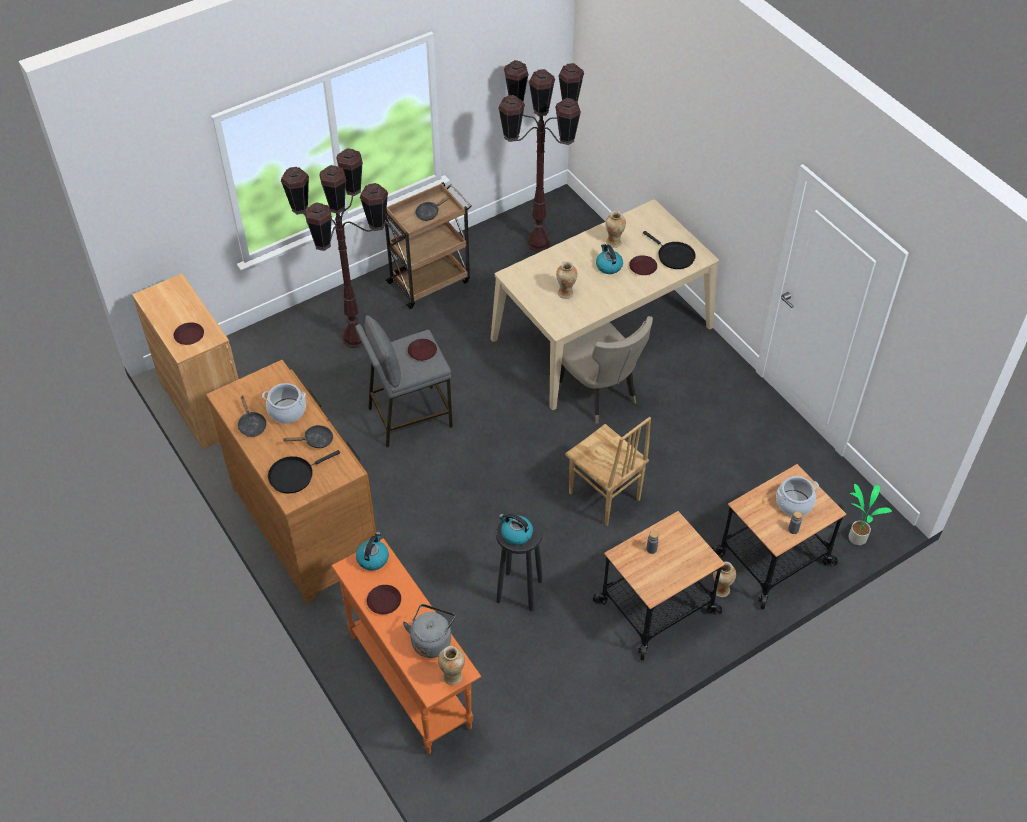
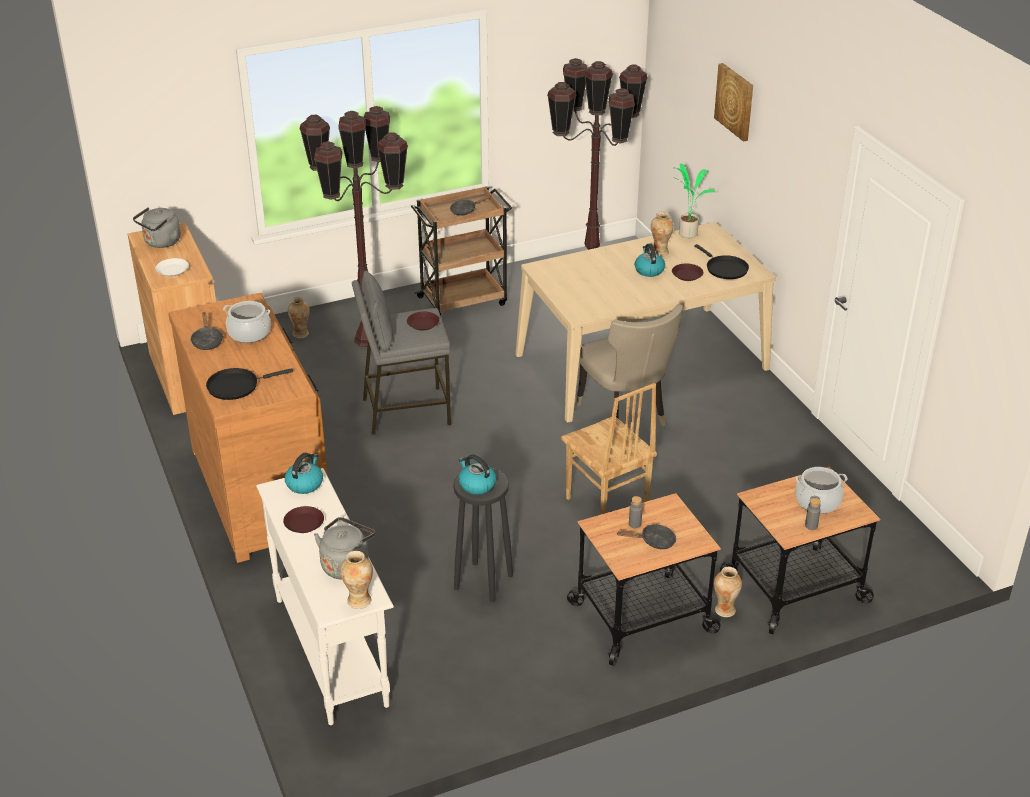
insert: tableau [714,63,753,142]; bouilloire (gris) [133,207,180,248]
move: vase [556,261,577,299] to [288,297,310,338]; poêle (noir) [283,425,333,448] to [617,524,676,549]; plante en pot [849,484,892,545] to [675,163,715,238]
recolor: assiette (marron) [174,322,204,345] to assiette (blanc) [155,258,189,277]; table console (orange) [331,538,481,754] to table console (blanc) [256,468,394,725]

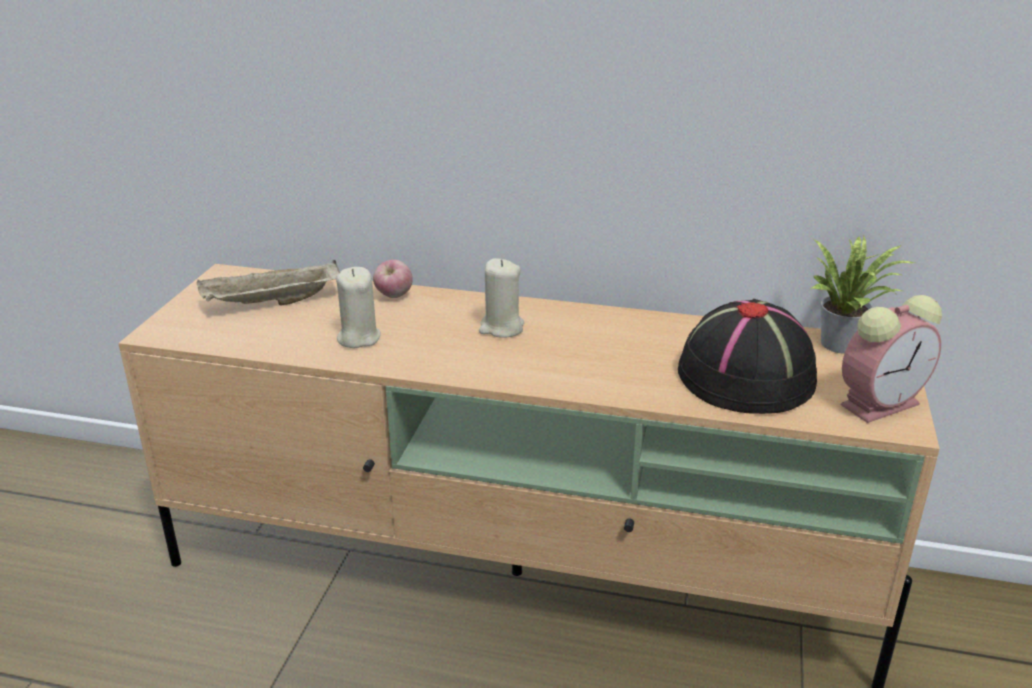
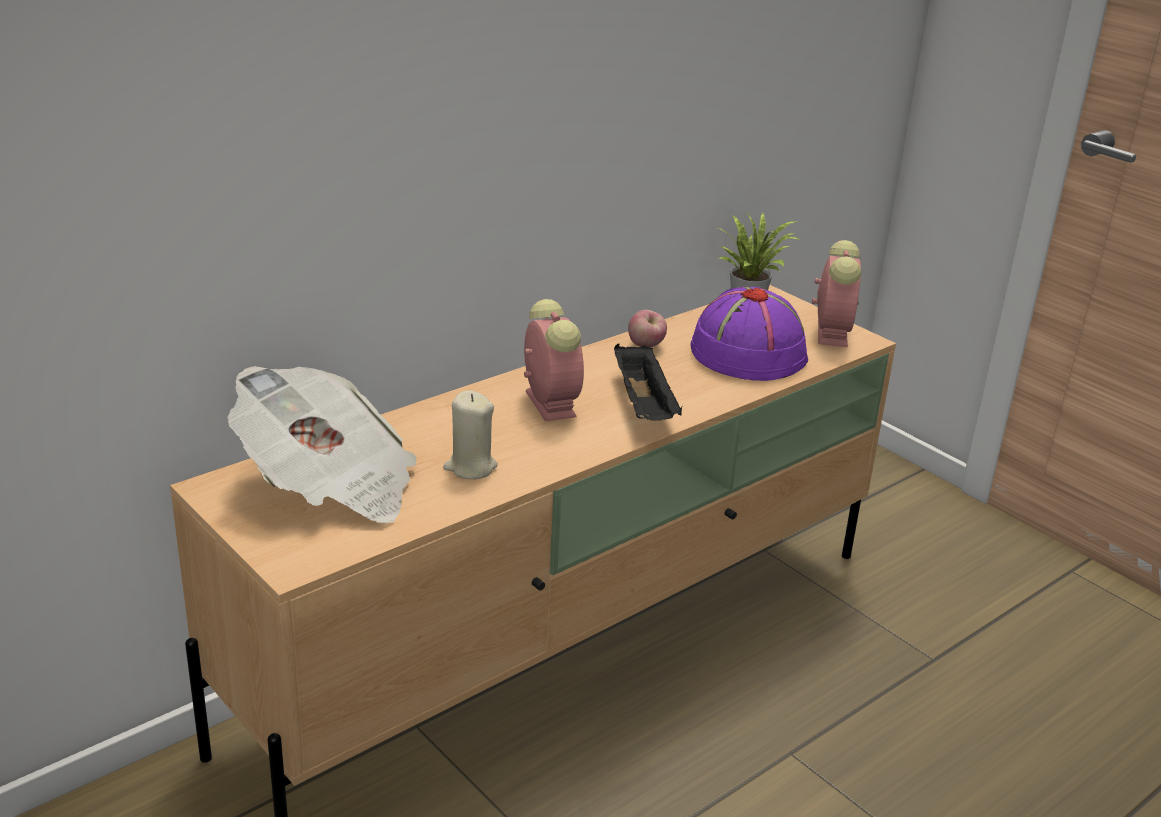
insert: plateau (noir) [614,343,682,421]
move: pomme [373,260,413,298] to [628,310,667,347]
replace: bougie (beige) [479,258,524,338] to réveil [524,299,584,422]; plateau (beige) [197,260,340,305] to journal [227,366,417,524]
recolor: chapeau (noir) [678,299,817,414] to chapeau (violet) [691,287,808,381]

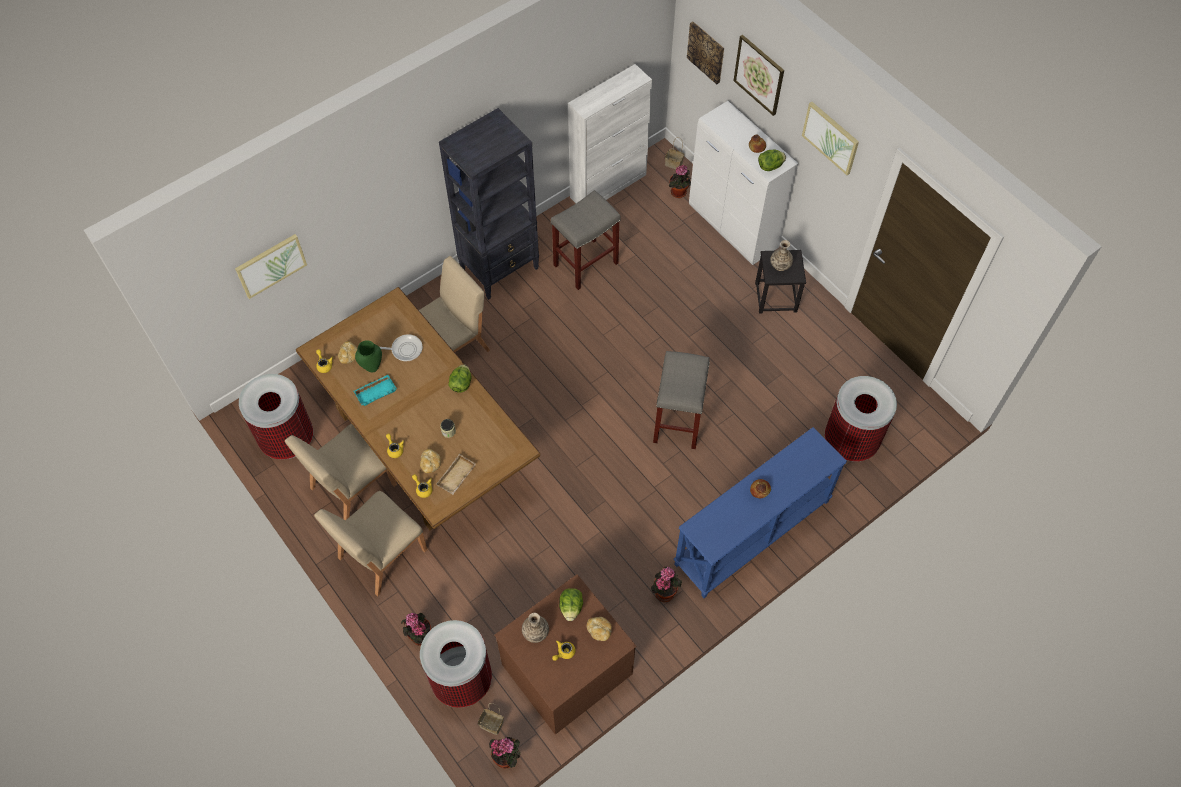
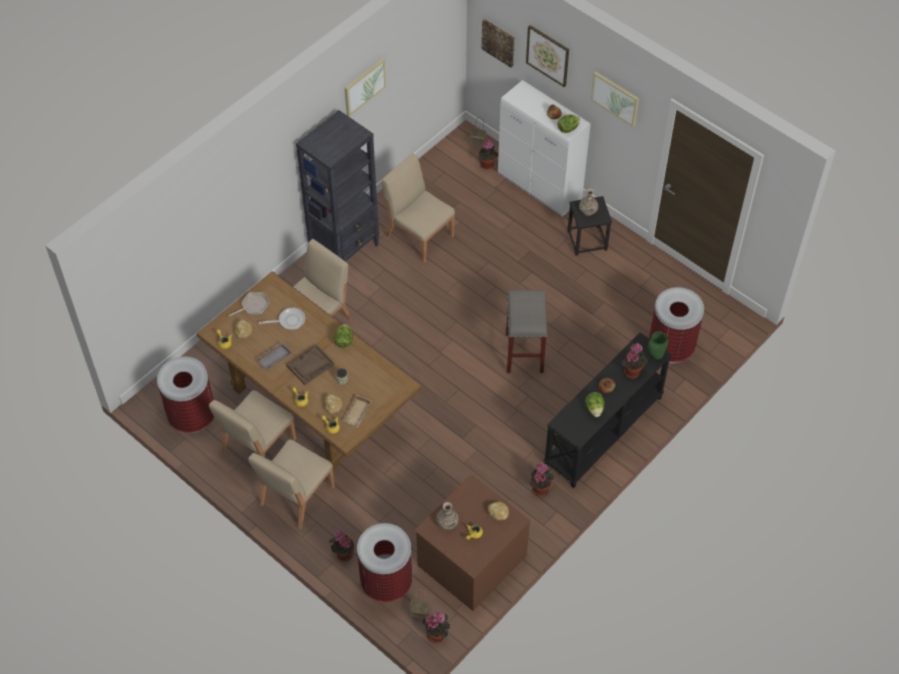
delete: meuble de rangement (blanc) [568,64,652,203]
insert: poêle [228,292,270,317]; plante en pot [621,343,648,379]; plateau (marron) [286,344,335,385]
move: tableau [235,234,307,299] to [345,58,386,116]; vase (vert) [355,340,382,372] to [648,331,668,359]; laitue [559,588,583,621] to [585,392,604,417]
replace: tabouret (gris) [551,190,621,290] to chaise (beige) [381,153,455,263]
recolor: plateau (turquoise) [354,375,397,406] to plateau (gris) [256,342,291,370]; table console (bleu) [674,427,847,598] to table console (noir) [543,333,672,488]

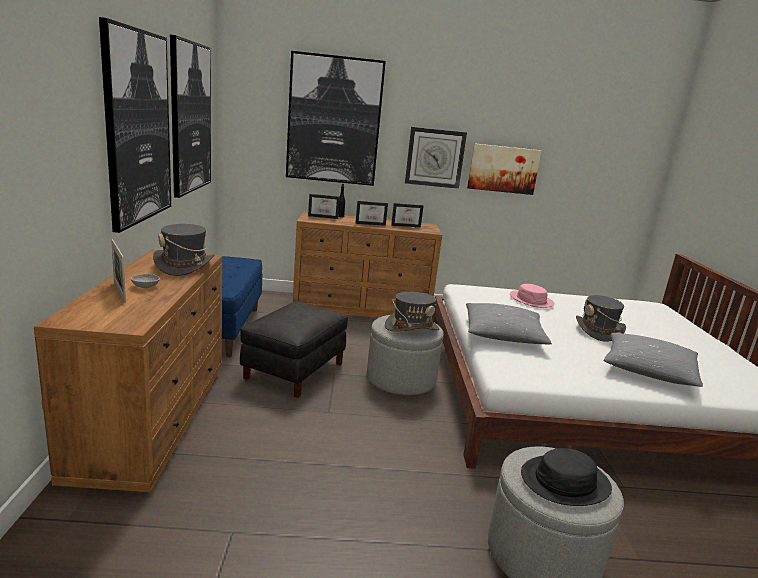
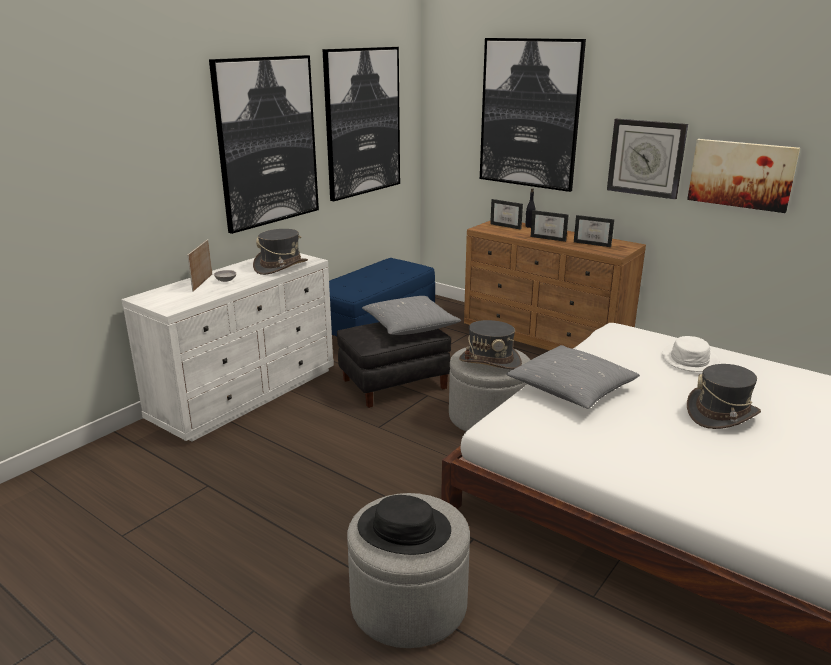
move: coussin (gris) [603,333,703,387] to [362,296,461,335]
recolor: commode (marron) [34,249,222,492] to commode (blanc) [121,253,334,442]; chapeau (rose) [510,284,554,308] to chapeau (blanc) [662,336,719,372]

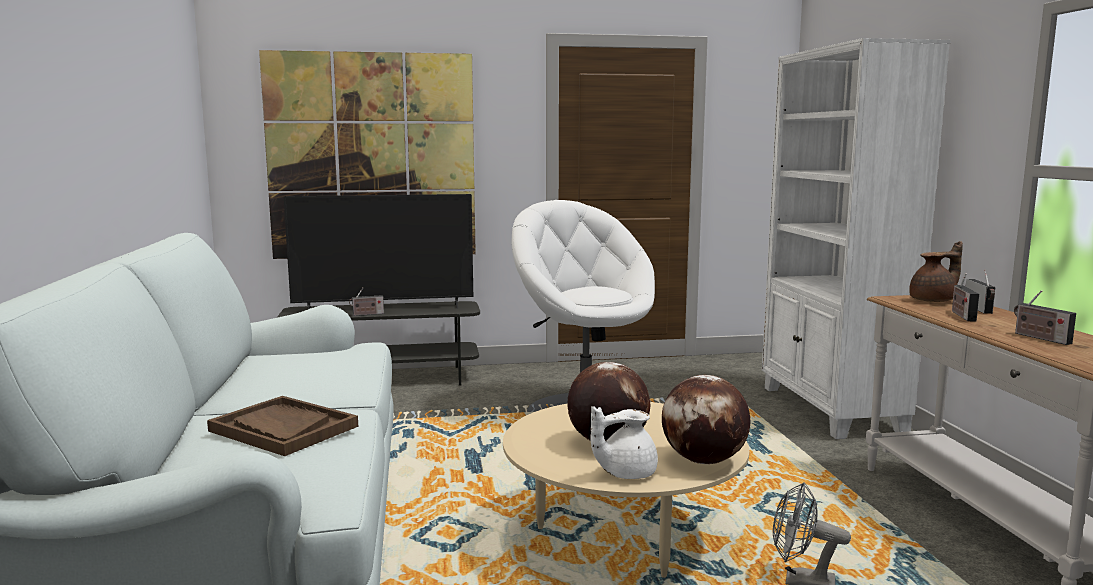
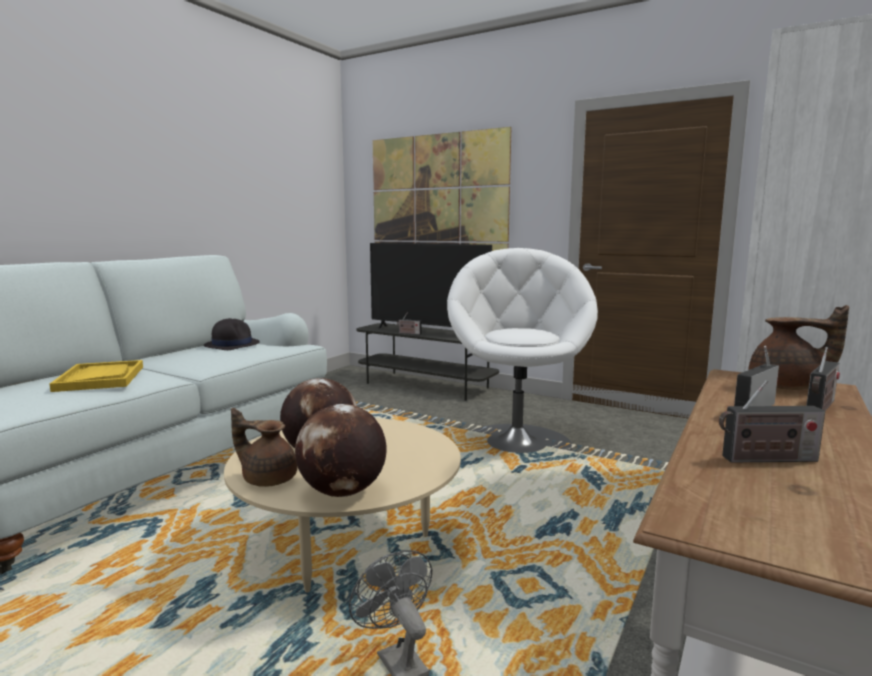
insert: chapeau (noir) [204,318,260,350]
recolor: plateau (marron) [207,396,358,456] to plateau (jaune) [50,360,143,392]; théière (blanc) [591,406,658,479] to théière (marron) [231,408,297,487]
rotate: radio [1014,290,1076,345] = [719,380,825,462] 105 degrees counterclockwise

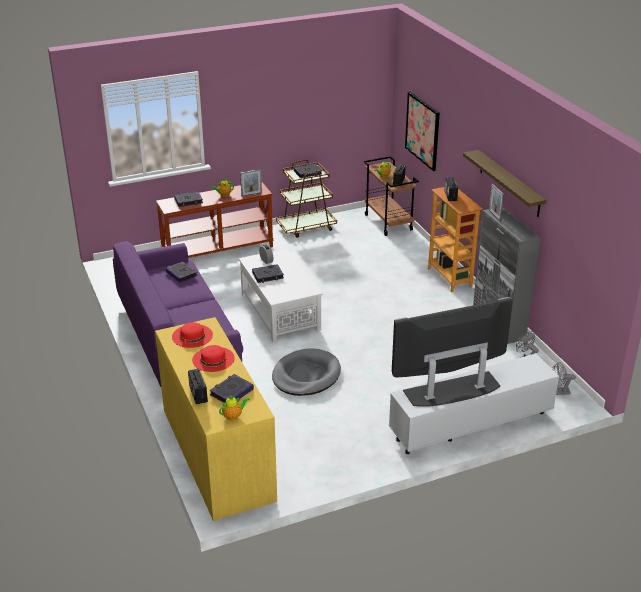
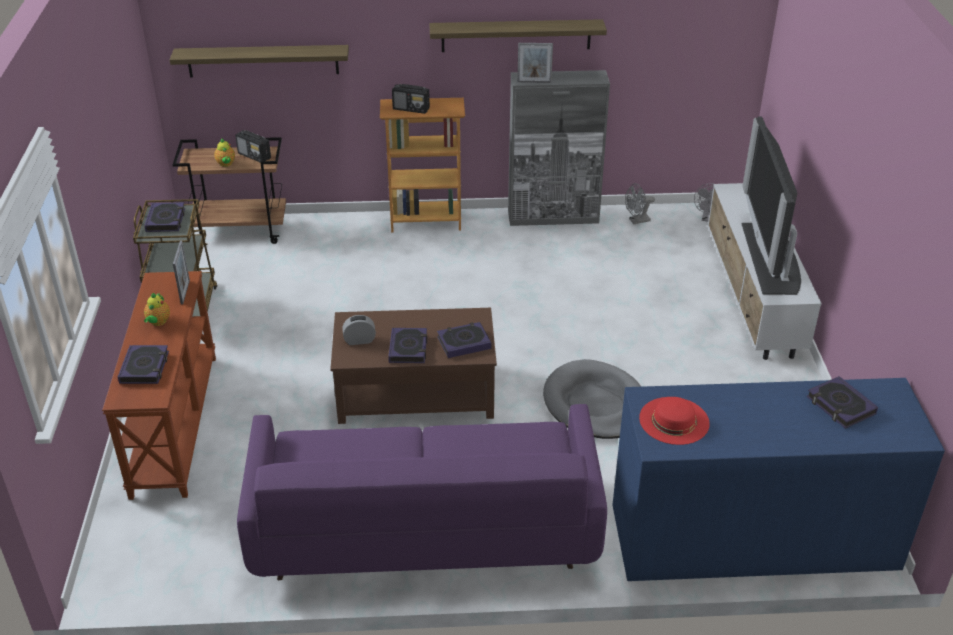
delete: chapeau (rouge) [192,345,235,372]; radio [188,369,208,404]; théière [219,395,250,420]
move: livre [166,262,198,283] to [437,322,492,358]
replace: tableau [405,91,440,171] to étagère [170,45,349,77]
recolor: table basse (blanc) [239,248,323,342] to table basse (marron) [330,308,497,424]; commode (jaune) [155,317,277,521] to commode (bleu) [613,378,945,581]

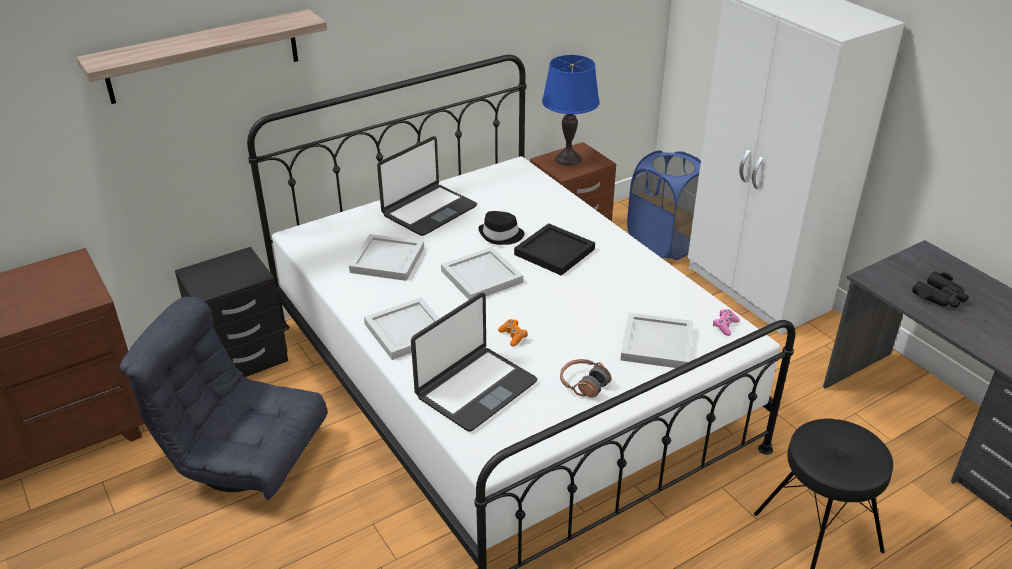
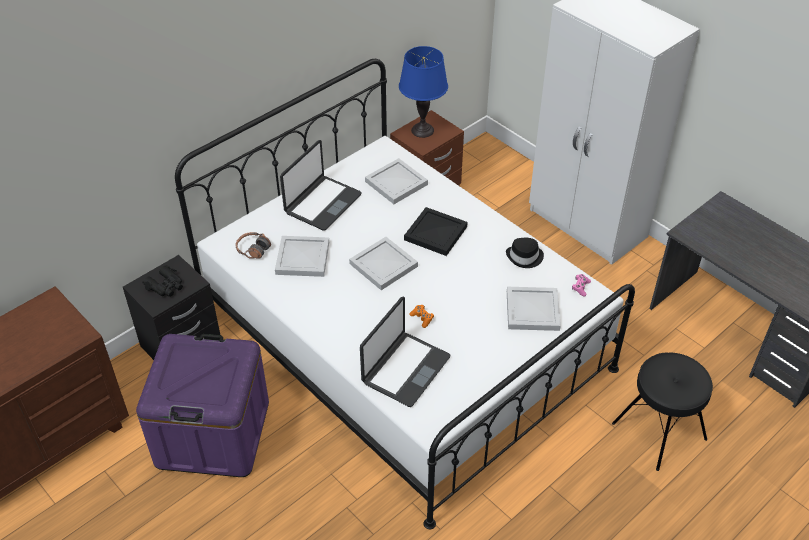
delete: étagère [76,9,327,104]; panier à linge (bleu) [627,151,701,260]
move: chapeau (noir) [478,211,525,245] to [506,238,544,268]; jumelles (noir) [912,271,969,308] to [142,265,183,297]; plateau (blanc) [364,297,440,360] to [365,158,428,204]; casque audio [560,359,612,398] to [236,232,271,259]
replace: fauteuil (gris) [120,296,328,500] to boîte de rangement (violet) [136,334,269,477]

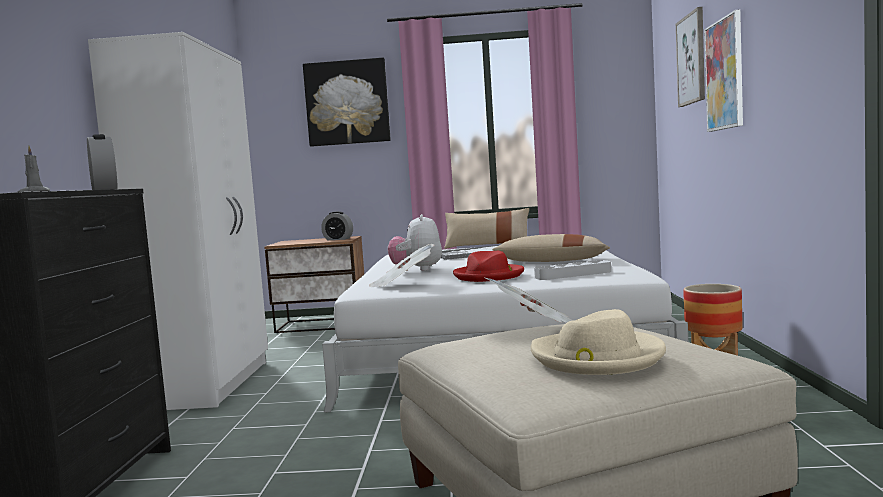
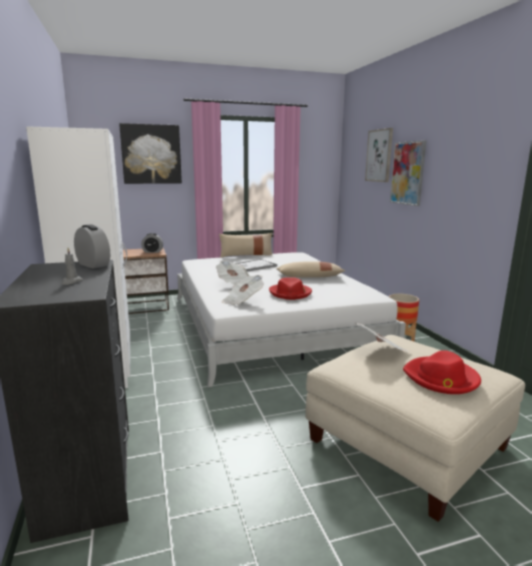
delete: plateau (gris) [534,260,611,280]
replace: peluche [388,214,442,271] to journal [216,261,249,286]
recolor: chapeau (beige) [531,309,666,375] to chapeau (rouge) [403,351,481,394]

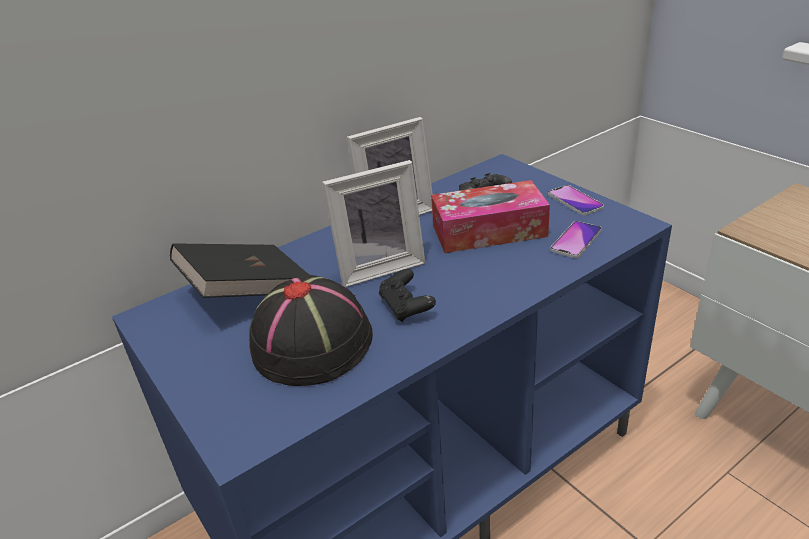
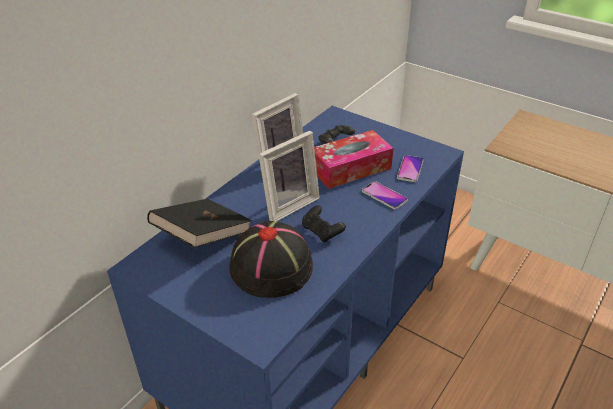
move: téléphone [548,185,604,215] to [362,181,407,209]

